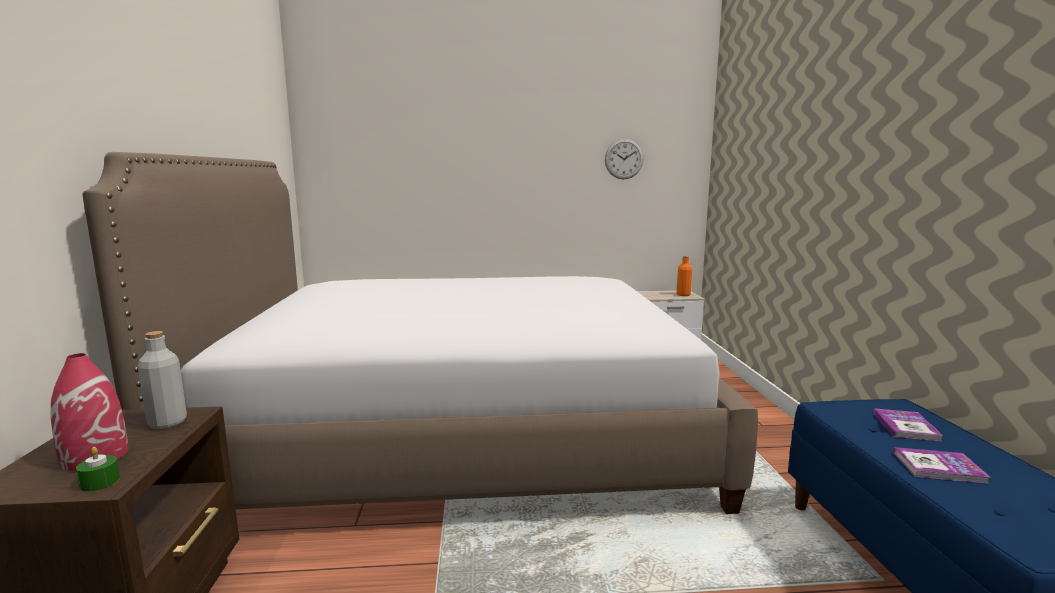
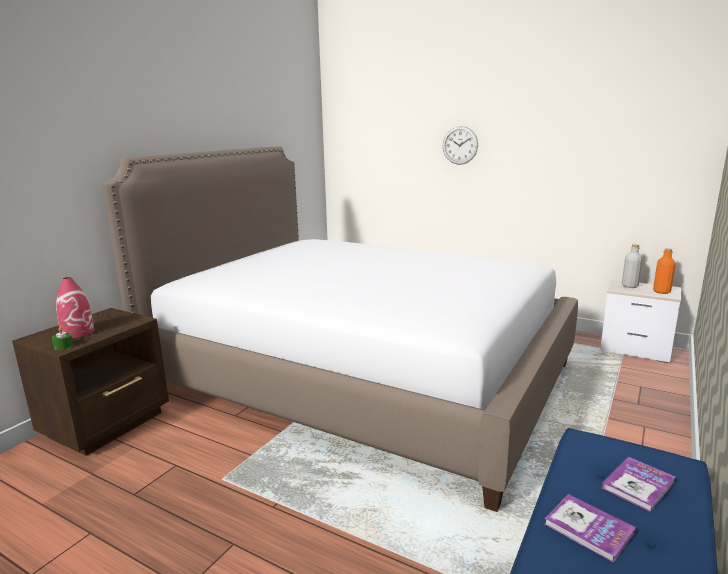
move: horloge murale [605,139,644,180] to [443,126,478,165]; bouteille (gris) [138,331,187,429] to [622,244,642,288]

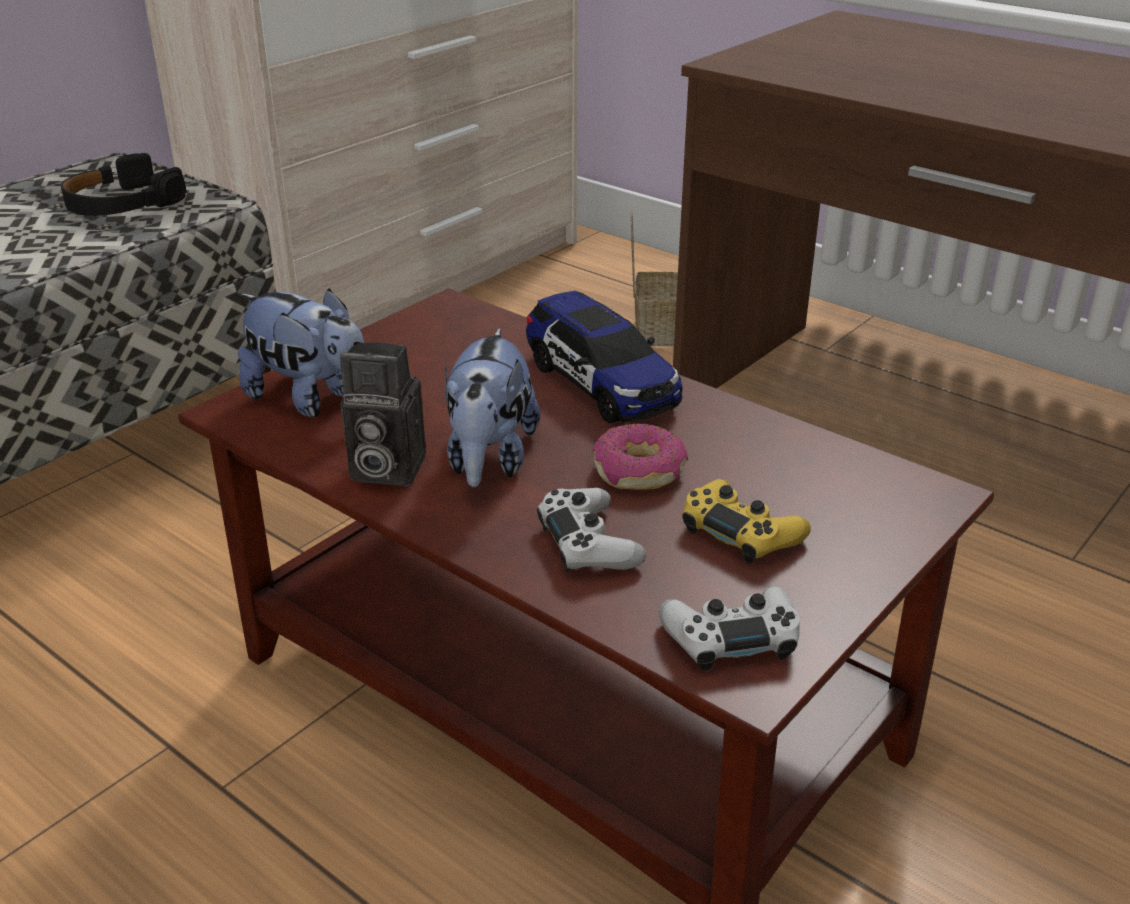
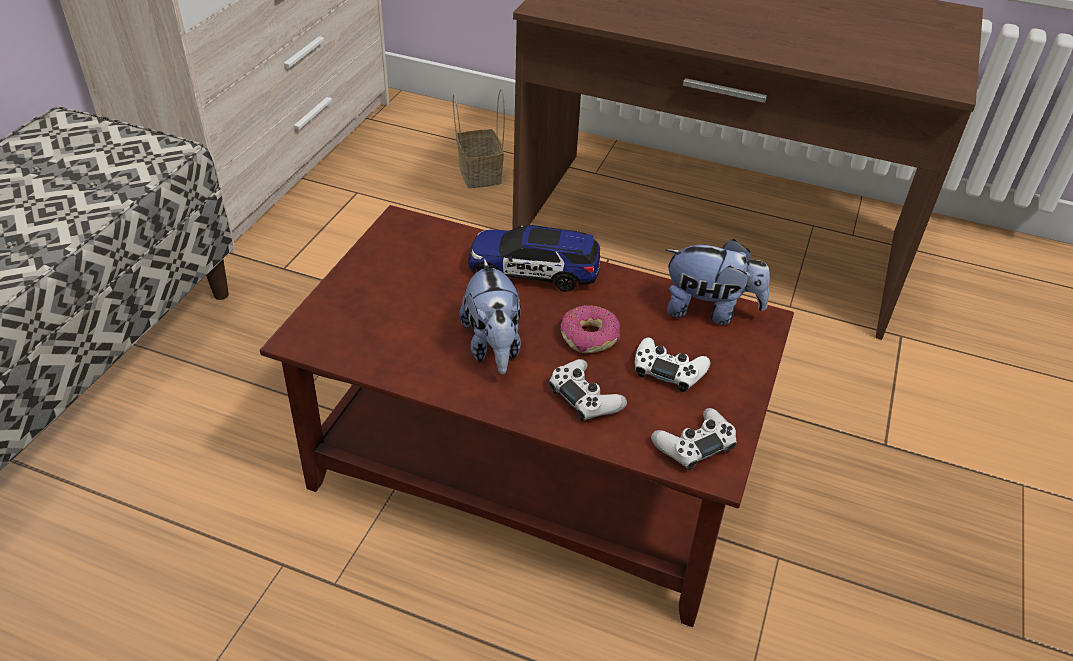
delete: casque audio (noir) [61,153,186,216]; appareil photo [340,341,426,486]
move: peluche [238,288,364,417] to [665,239,770,325]
recolor: manette (jaune) [682,479,811,564] to manette (blanc) [635,337,710,392]
rotate: petite voiture [526,290,683,423] = [468,225,600,292] 150 degrees clockwise

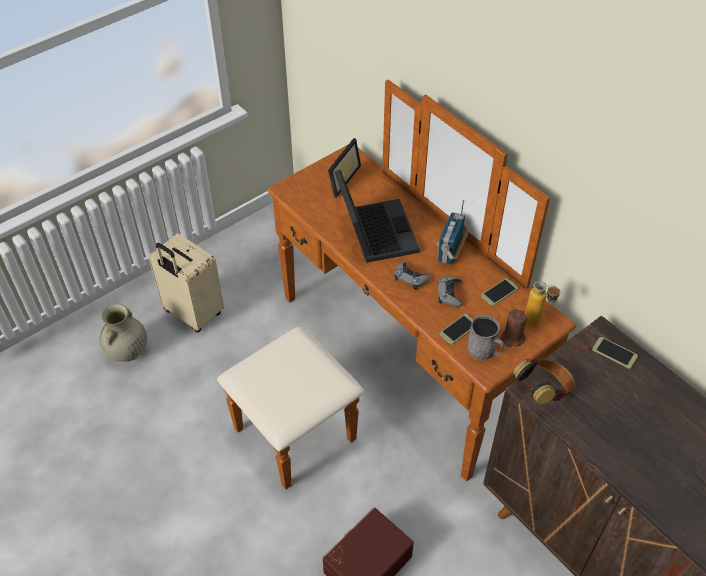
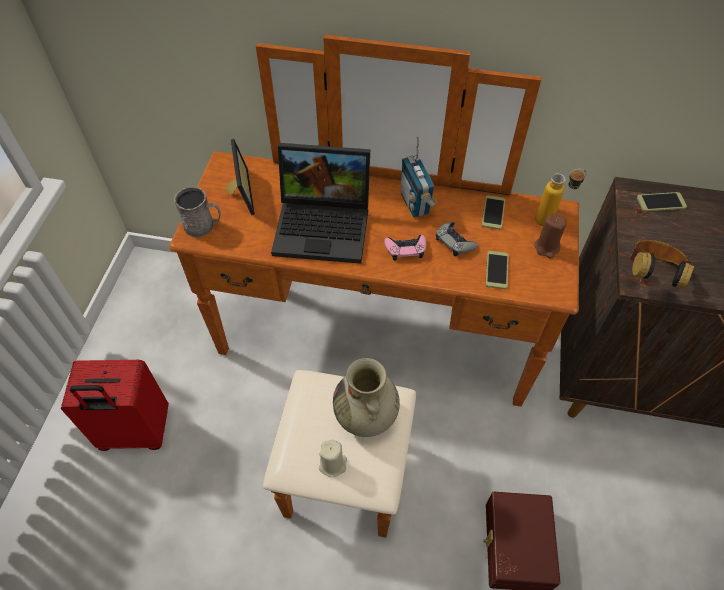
insert: bougie (beige) [319,440,347,478]
move: vase (beige) [100,304,147,362] to [333,358,400,437]; mug (gris) [467,315,504,360] to [174,186,221,237]
recolor: valise (beige) [148,233,224,333] to valise (rouge) [61,360,169,451]; manette (gris) [394,262,431,290] to manette (rose) [384,235,426,261]
rotate: ordinateur portable [335,170,420,263] = [271,143,370,264] 150 degrees clockwise

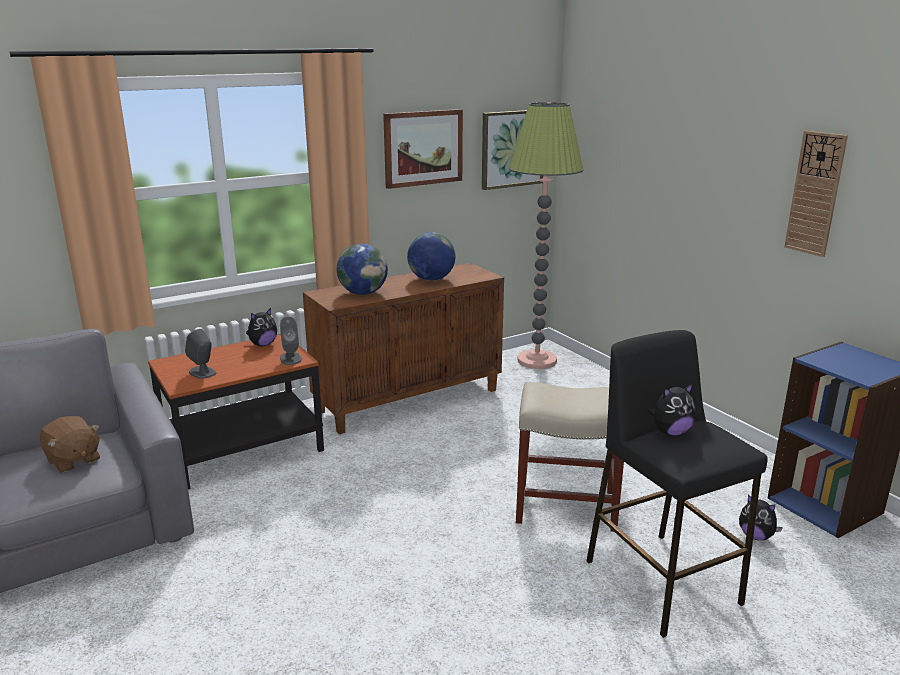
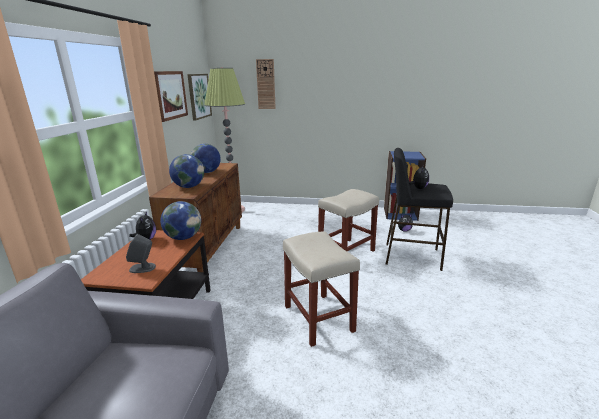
delete: peluche (marron) [40,416,100,473]
insert: tabouret (beige) [283,231,360,347]
move: horloge murale [784,131,848,257] to [256,59,276,109]
replace: enceinte (gris) [280,316,302,365] to globe [160,201,201,240]

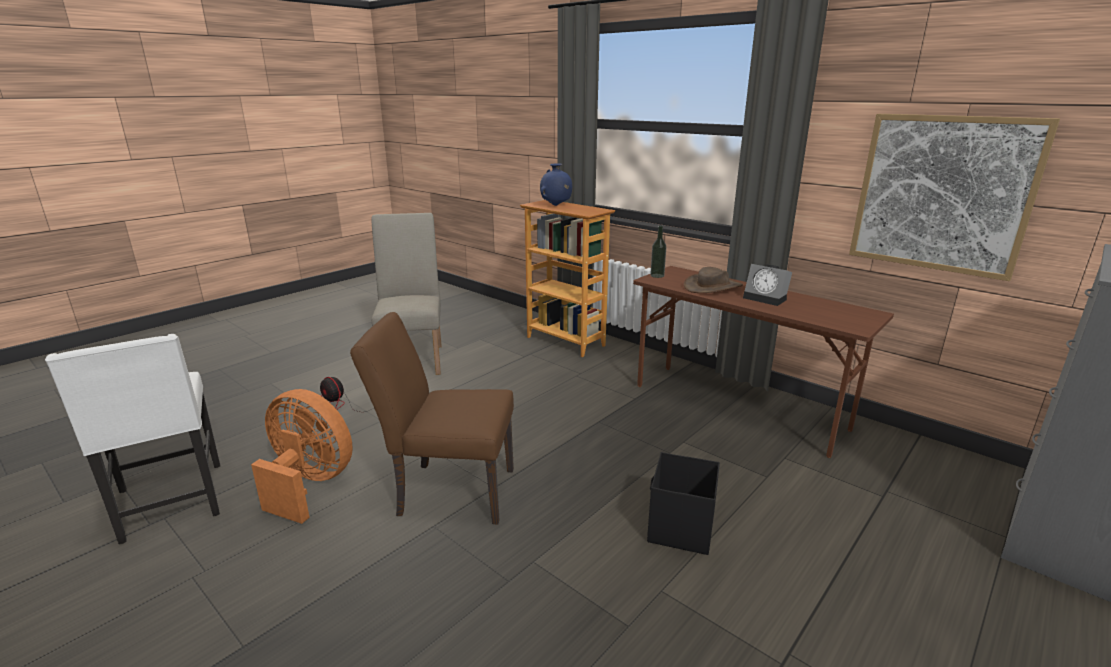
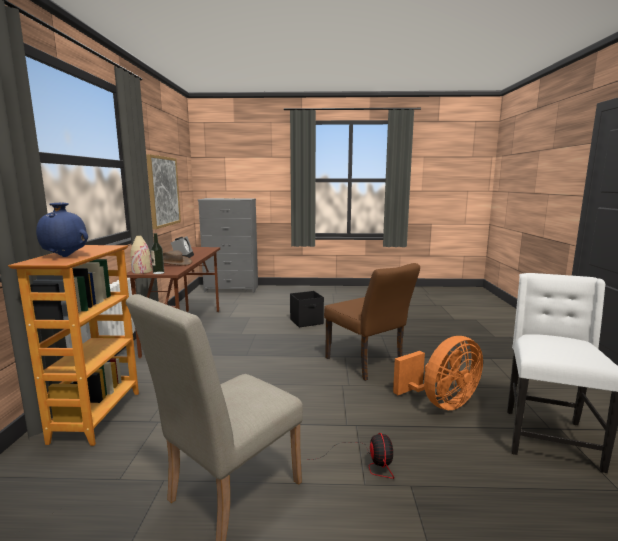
insert: vase (beige) [131,235,152,274]
rotate: ventilateur (orange) [251,389,353,524] = [393,336,483,410] 105 degrees counterclockwise

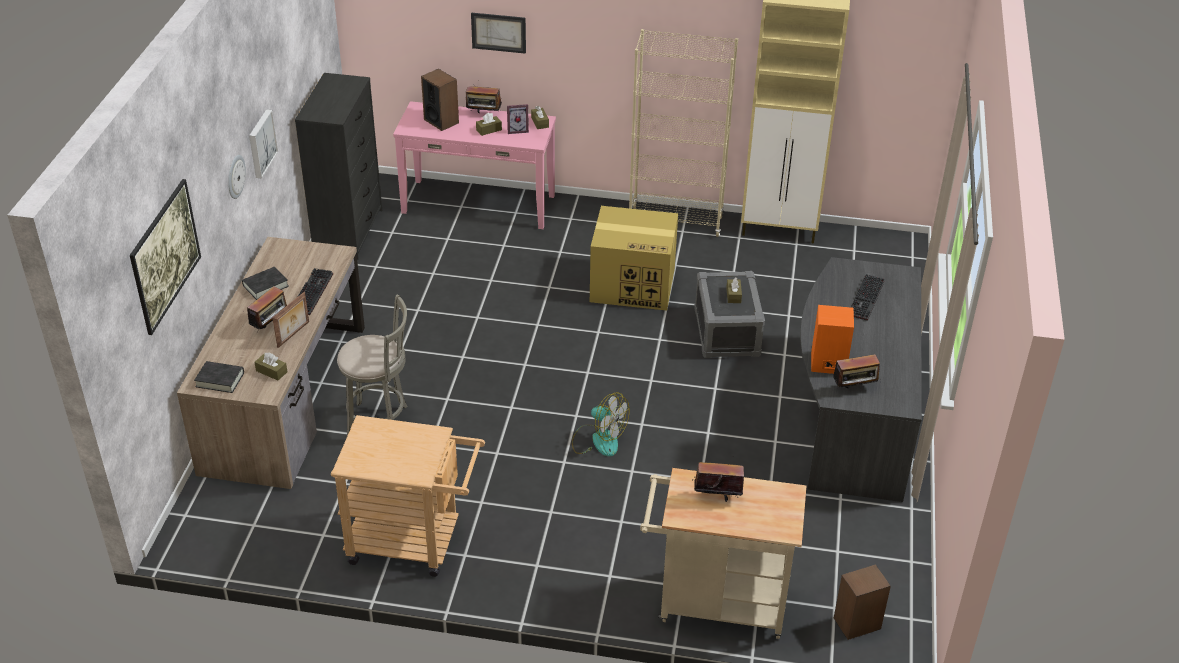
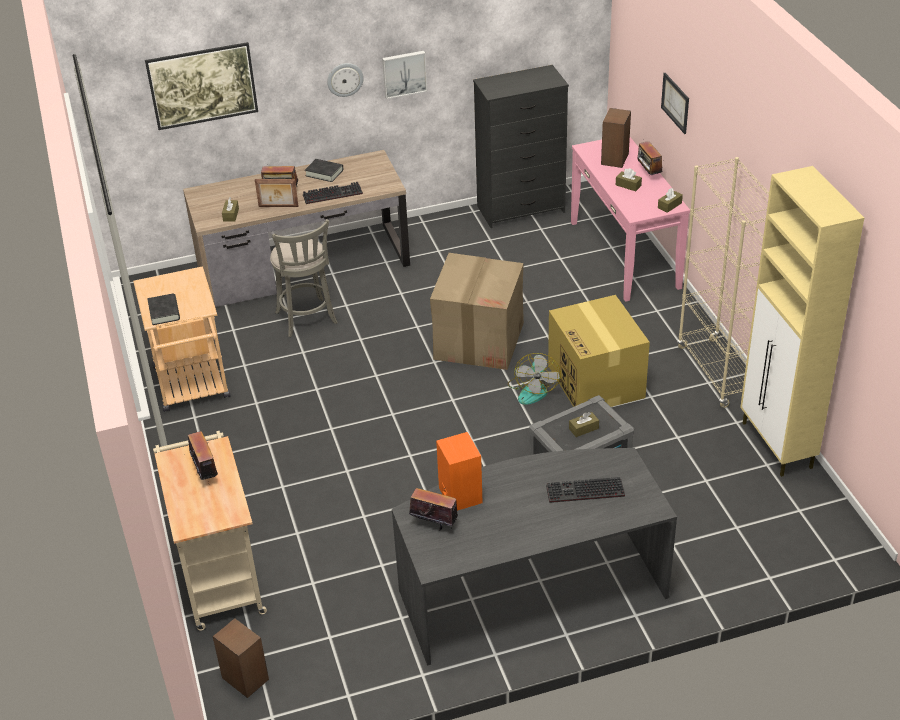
delete: cadre photo [507,104,529,134]
insert: carton [430,253,524,370]
move: livre (noir) [194,361,244,393] to [147,294,180,325]; ventilateur [572,392,630,457] to [508,353,561,405]
rotate: radio [831,354,881,388] = [409,488,458,530] 150 degrees clockwise

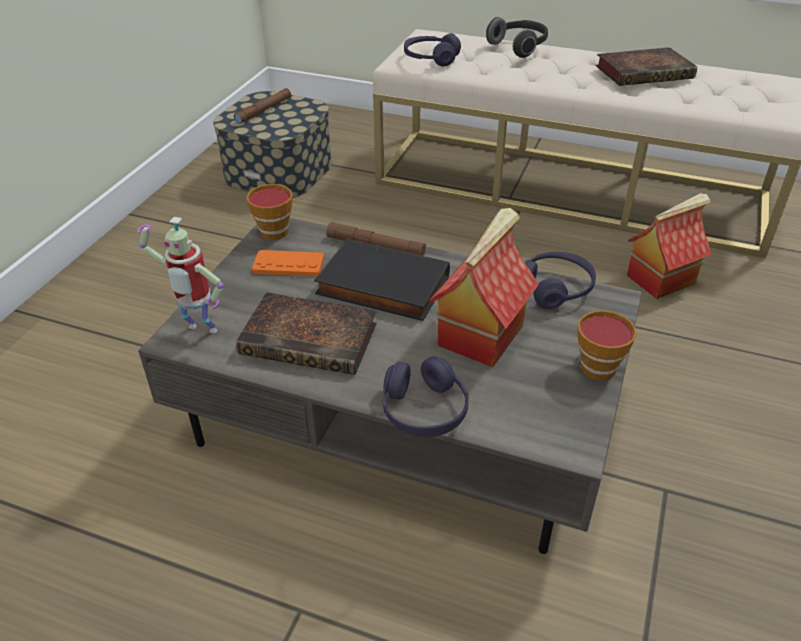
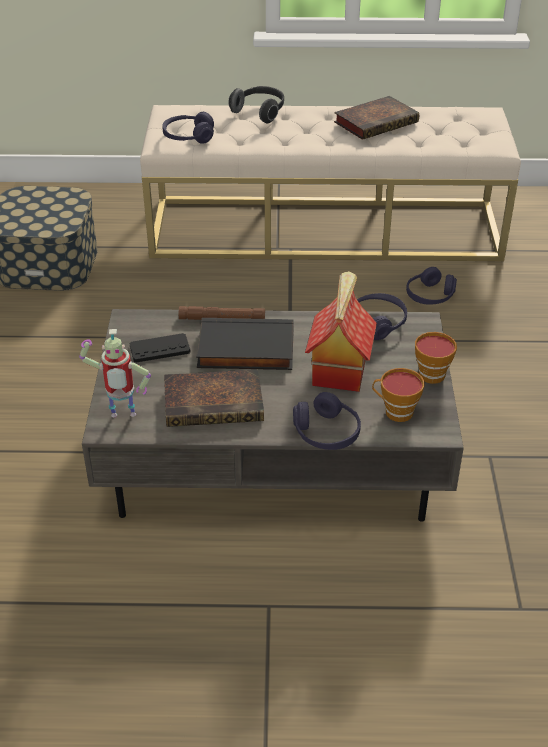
delete: lampe de poche (marron) [234,88,291,124]
move: tasse [246,184,293,240] to [372,368,424,422]
replace: maison miniature [627,193,712,299] to casque audio (violet) [406,267,457,305]
recolor: manette (orange) [252,250,324,276] to manette (noir) [129,333,191,363]

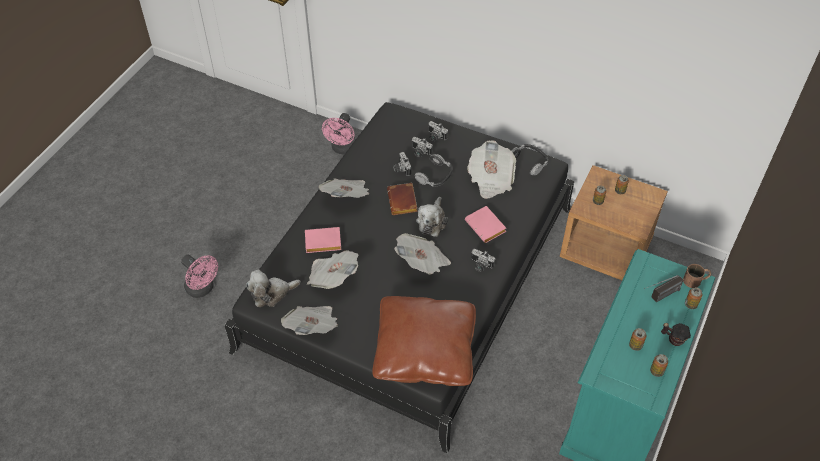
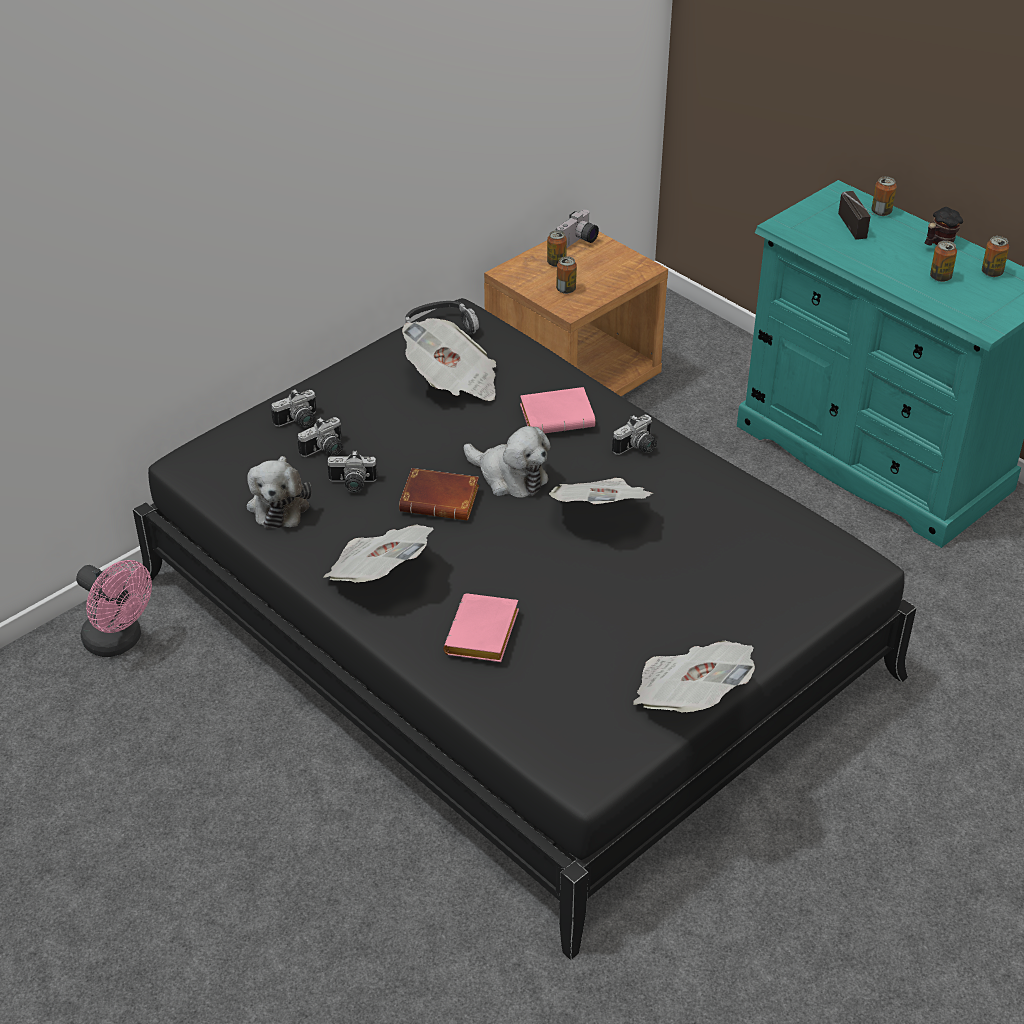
delete: casque audio [415,154,453,186]; journal [307,250,358,289]; ventilateur (rose) [181,255,218,298]; mug (marron) [683,264,711,288]; coussin (marron) [372,296,476,386]
insert: appareil photo [556,210,599,248]
move: peluche [246,270,301,307] to [247,456,312,528]

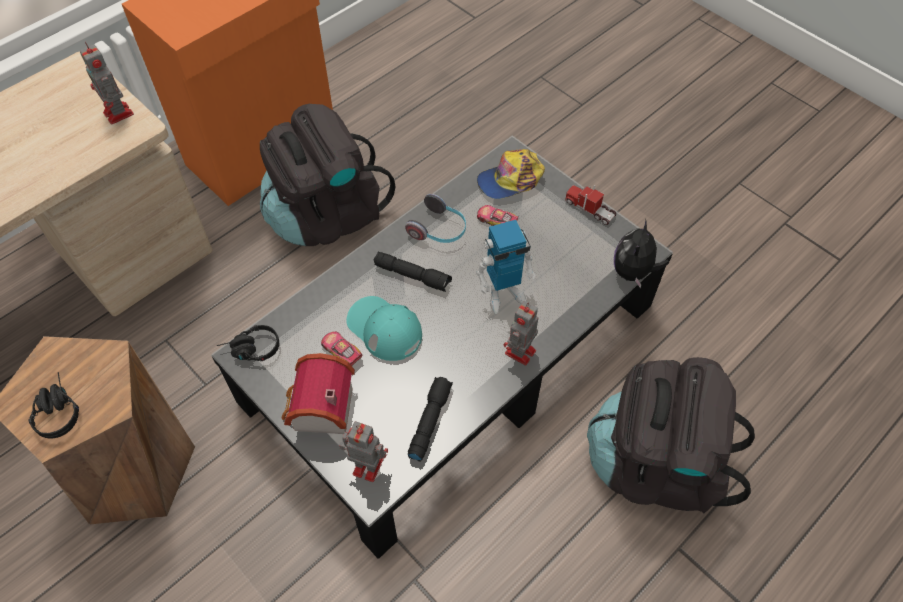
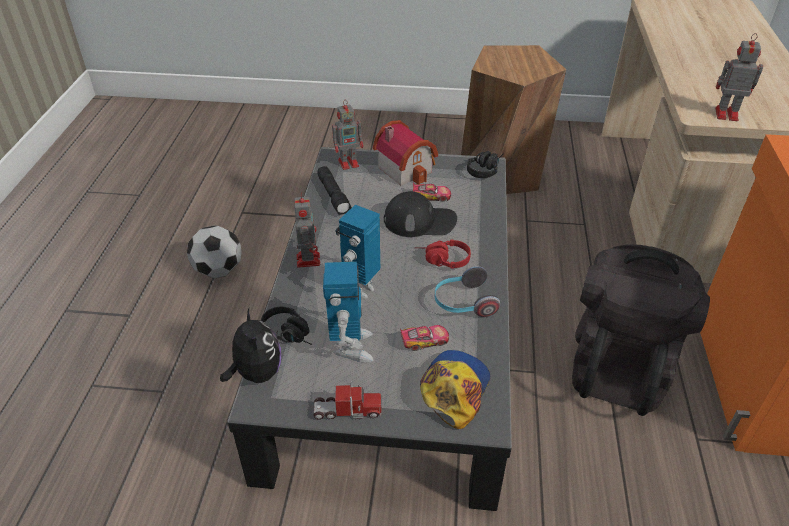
delete: sac à dos (noir) [587,357,755,513]
insert: ballon de foot [187,225,242,278]; robot jouet [323,262,374,362]
move: casque audio (noir) [29,372,79,438] to [261,307,312,345]
replace: lampe de poche (noir) [374,252,452,292] to casque audio (rouge) [414,240,471,269]
recolor: casquette (turquoise) [346,296,422,361] to casquette (noir) [384,191,457,237]

